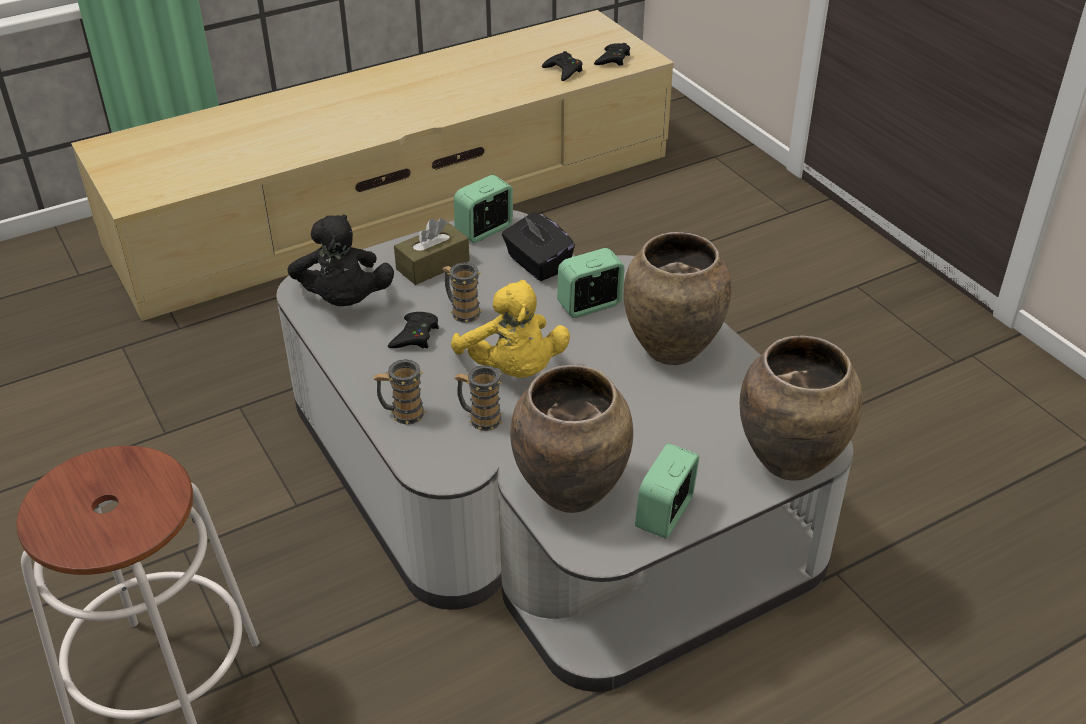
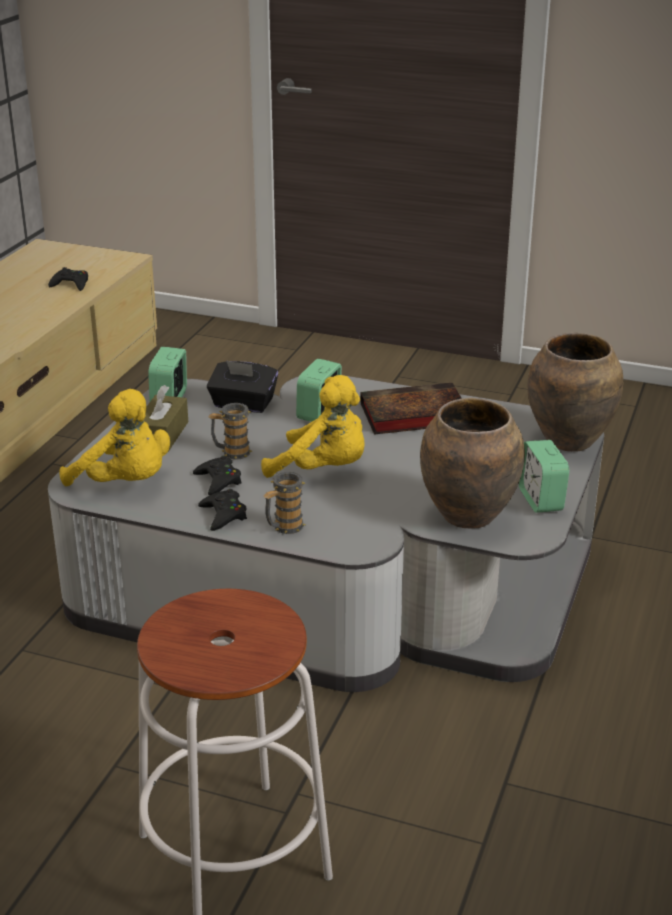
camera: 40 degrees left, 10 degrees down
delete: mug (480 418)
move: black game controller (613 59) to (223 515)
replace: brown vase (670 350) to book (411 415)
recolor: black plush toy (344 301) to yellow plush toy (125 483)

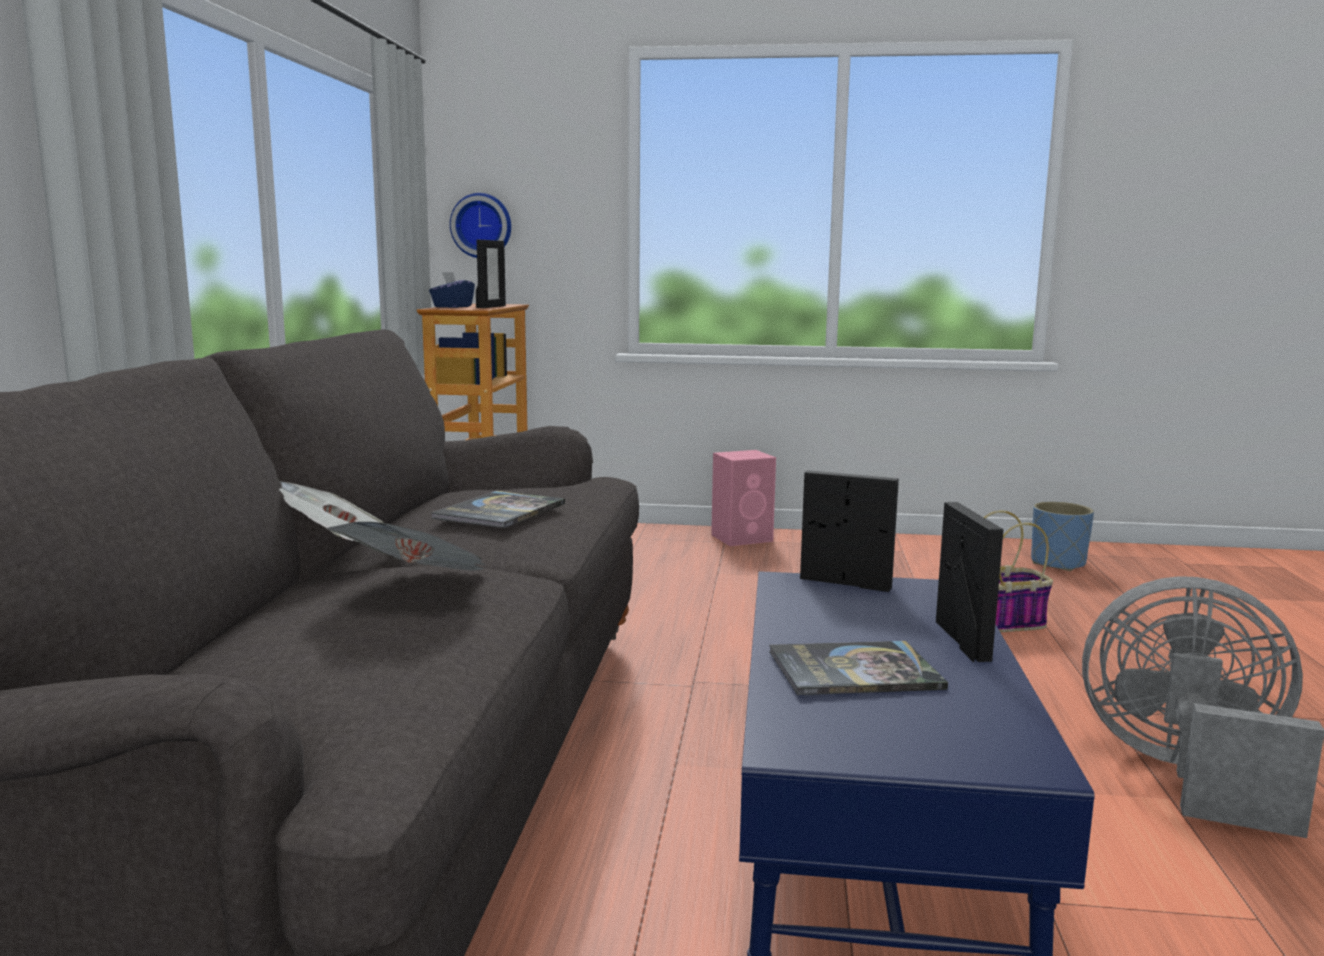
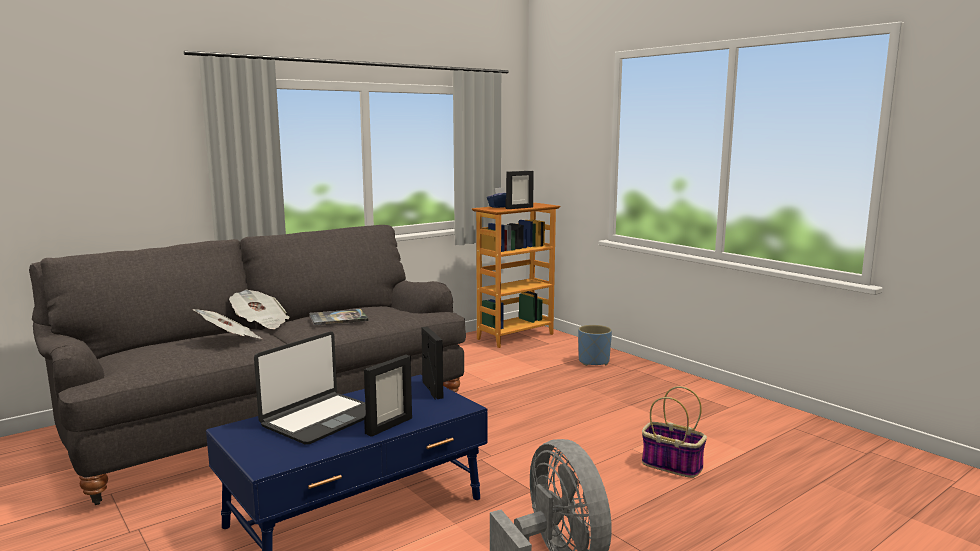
camera: 45 degrees right, 0 degrees up
delete: wall clock (482 226); pink speaker (743 538)
move: blue planter (1058 563) to (593 362)
replace: book (854 670) to laptop (320 419)

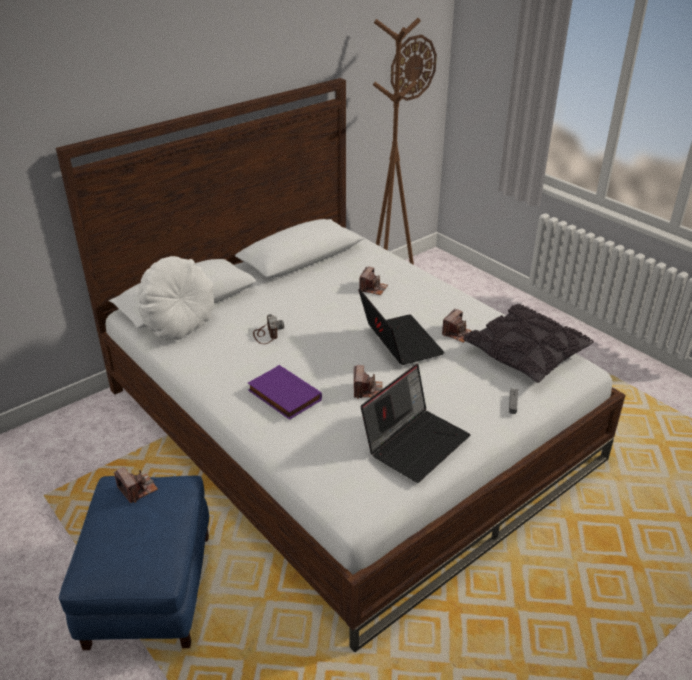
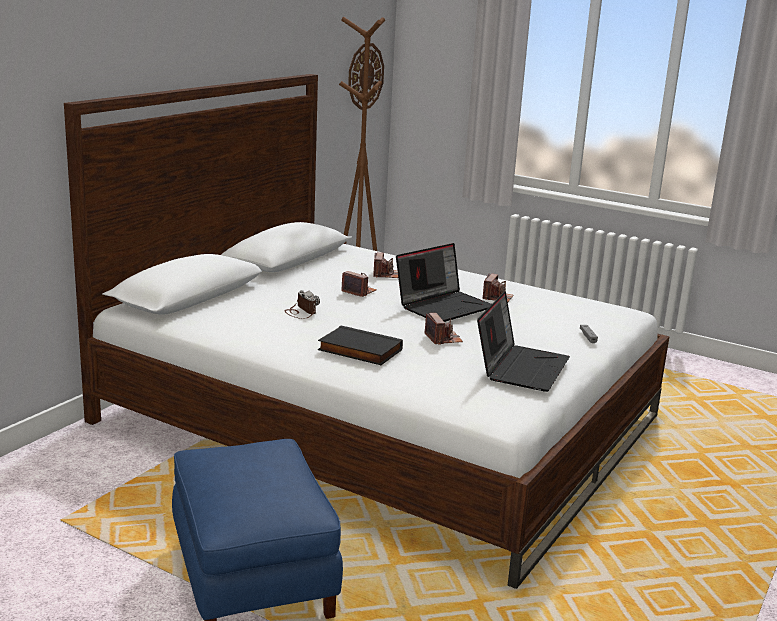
camera: 20 degrees left, 15 degrees down
delete: white pillow (181 328); black pillow (525 353)
move: photo camera (137 489) to (359 292)
recolor: purple book (283 396) to black book (358 350)
rotate: laptop (398 341) = (444 306) 90 degrees clockwise

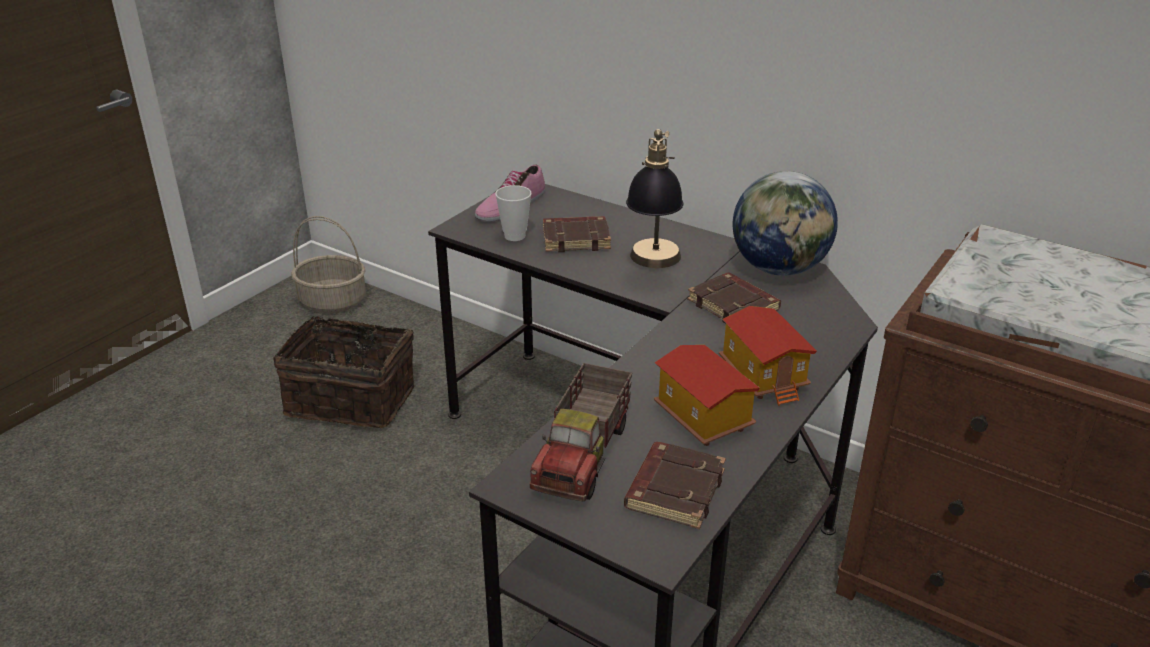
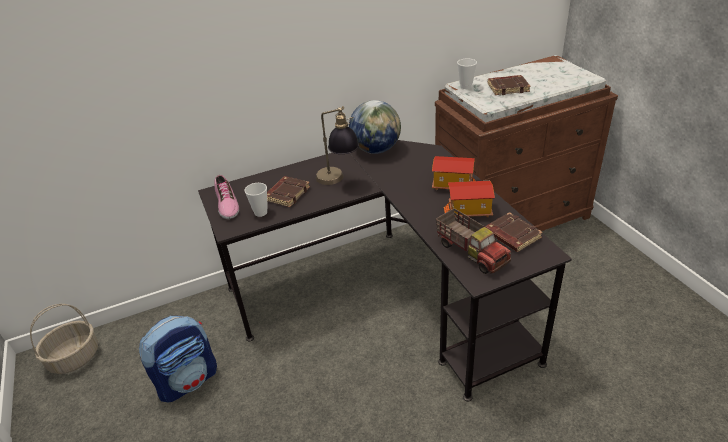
camera: 55 degrees left, 5 degrees up
insert: cup (465 86)
move: brown book (734 306) to (508 88)
replace: basket (352 398) to backpack (188 380)

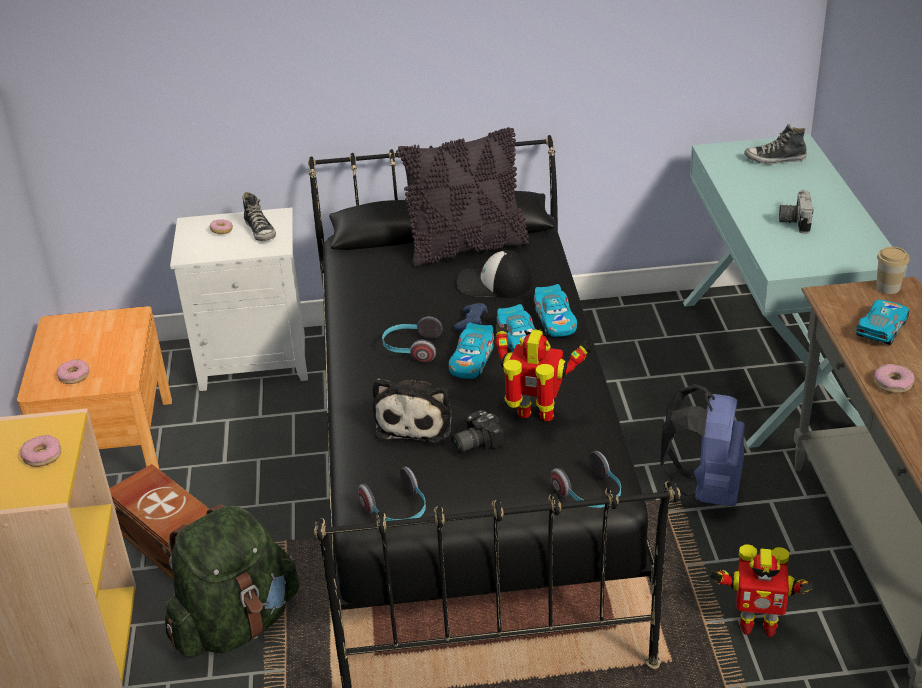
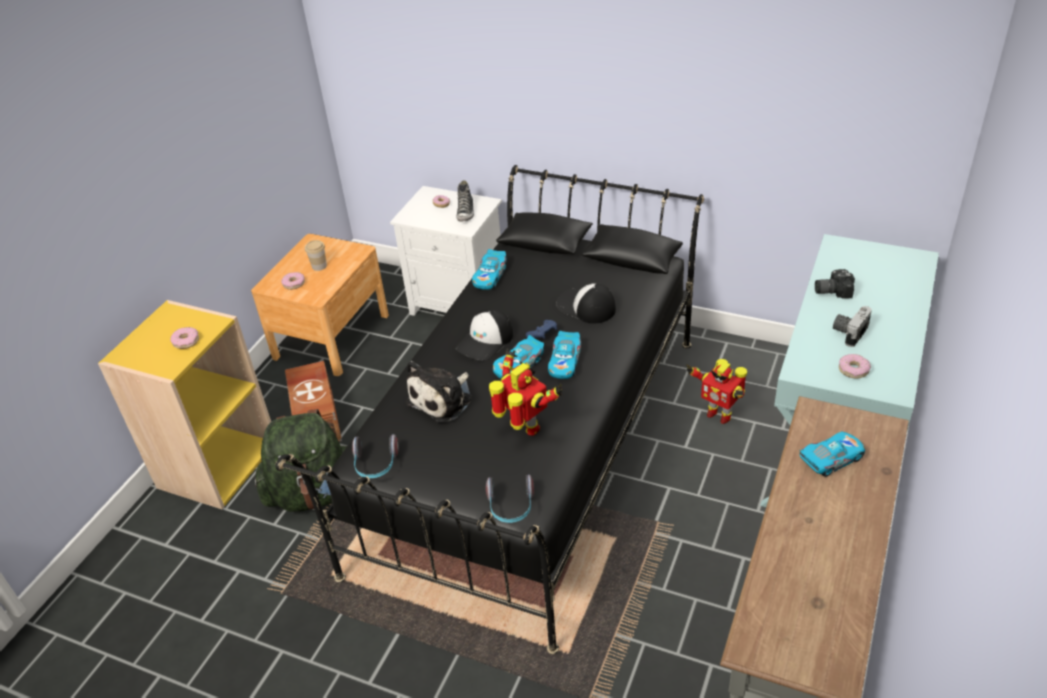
camera: 30 degrees right, 5 degrees up
delete: black pillow (466 247); blue backpack (705 489); shoe (775 159)
move: photo camera (474 442) to (831 290); toy car (555 320) to (490 276); toy robot (756 625) to (719 414); donut (893 383) to (853 370); cup (888 287) to (319 266)
replace: headphones (411 349) to cap (485 341)

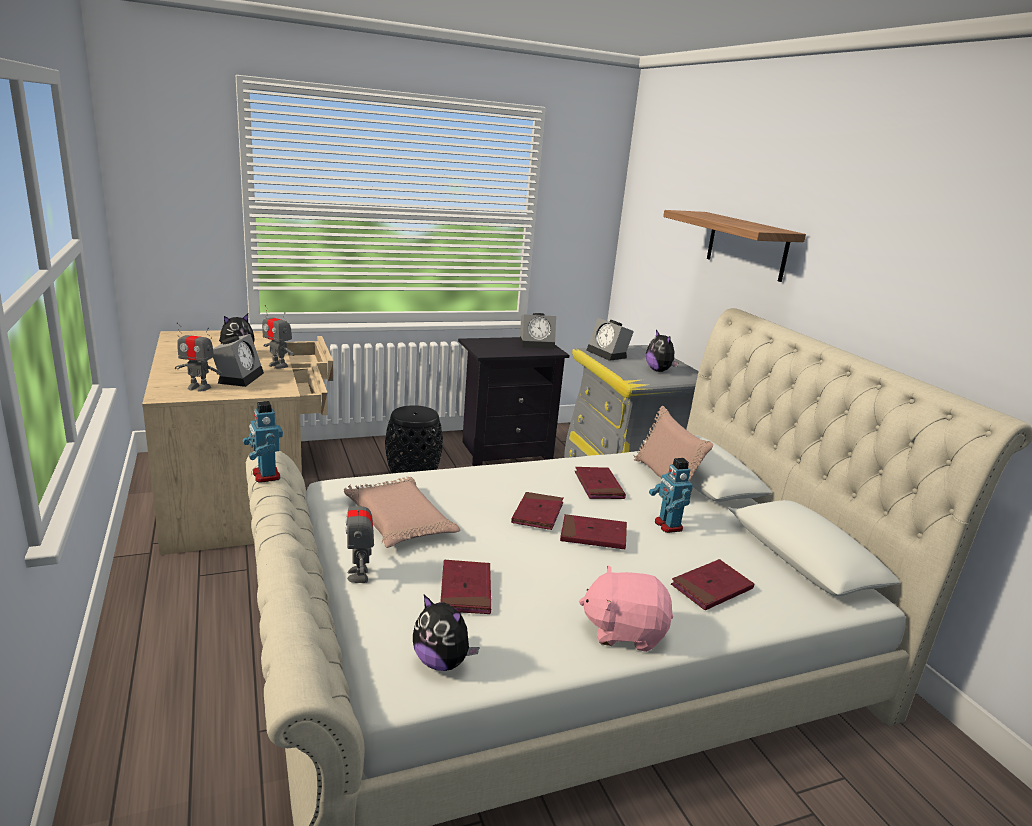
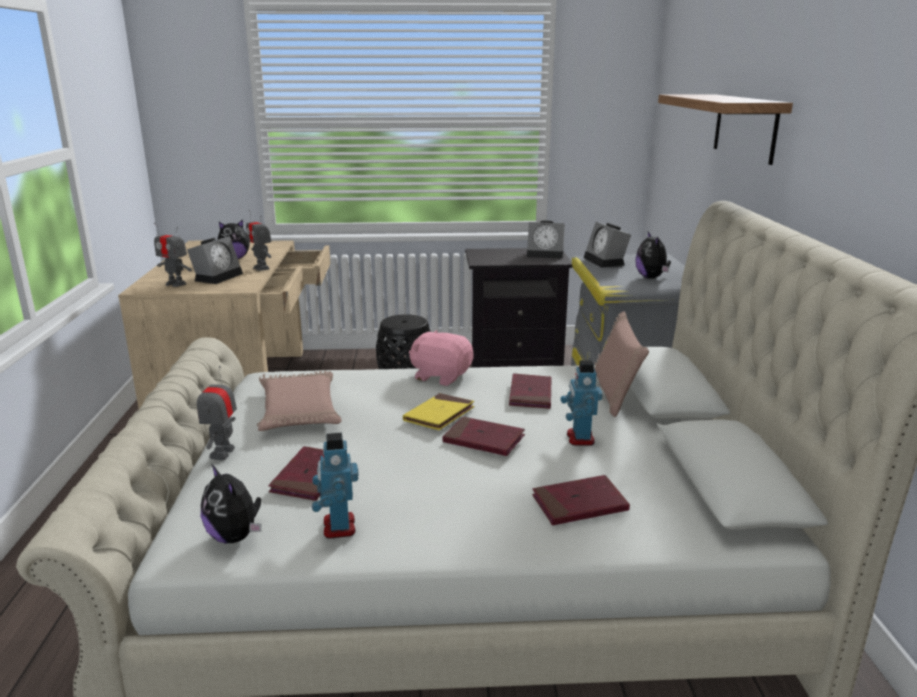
camera: 20 degrees right, 0 degrees up
move: toy robot (265 476) to (338 527); pink plush toy (624 631) to (441 376)
recolor: red book (537 514) to yellow book (439 415)

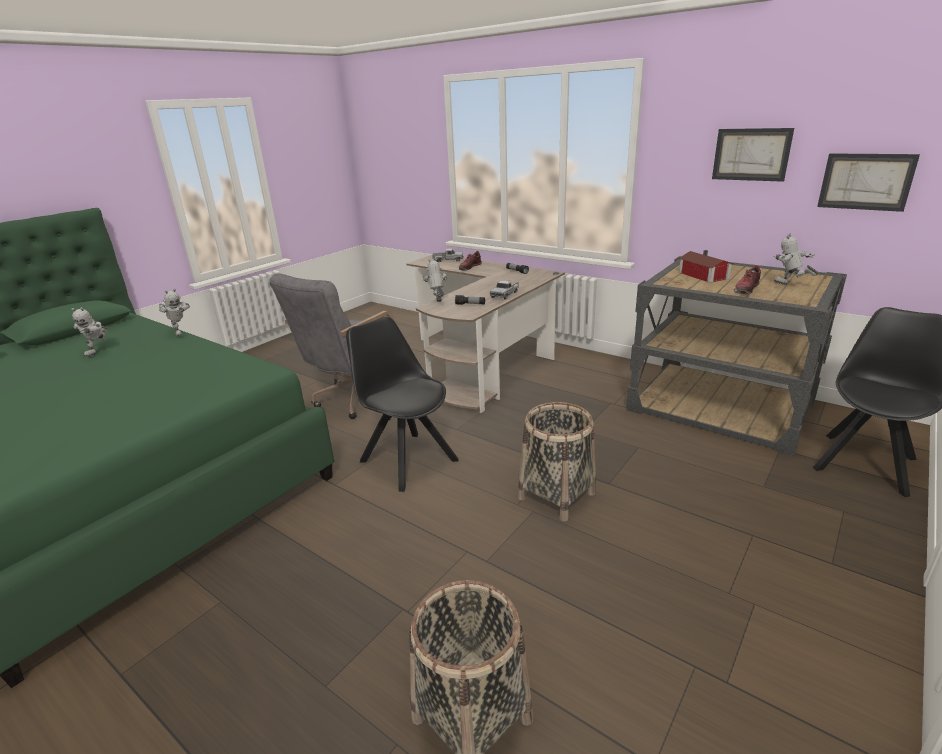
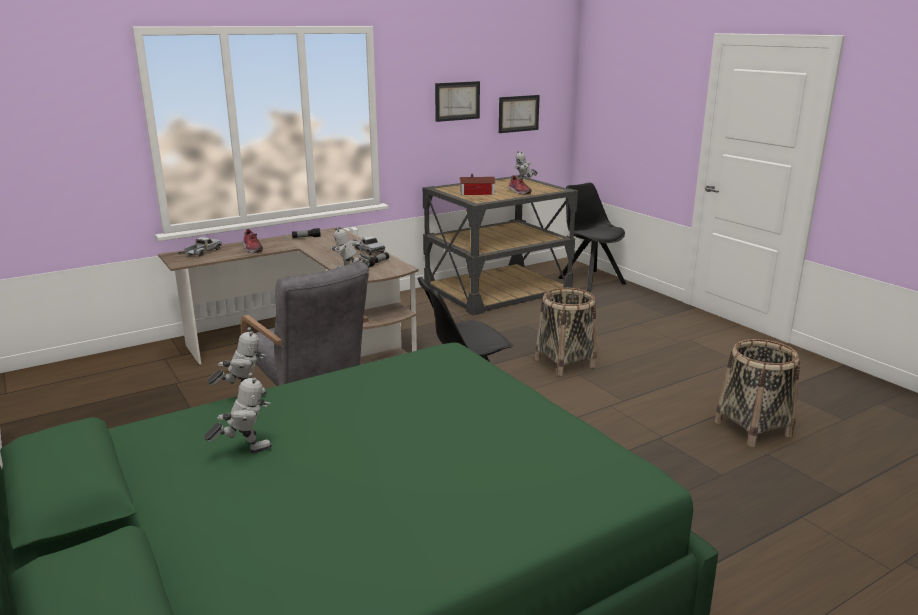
camera: 70 degrees left, 5 degrees down
rotate: toy robot (100 351) = (244 451) 45 degrees counterclockwise

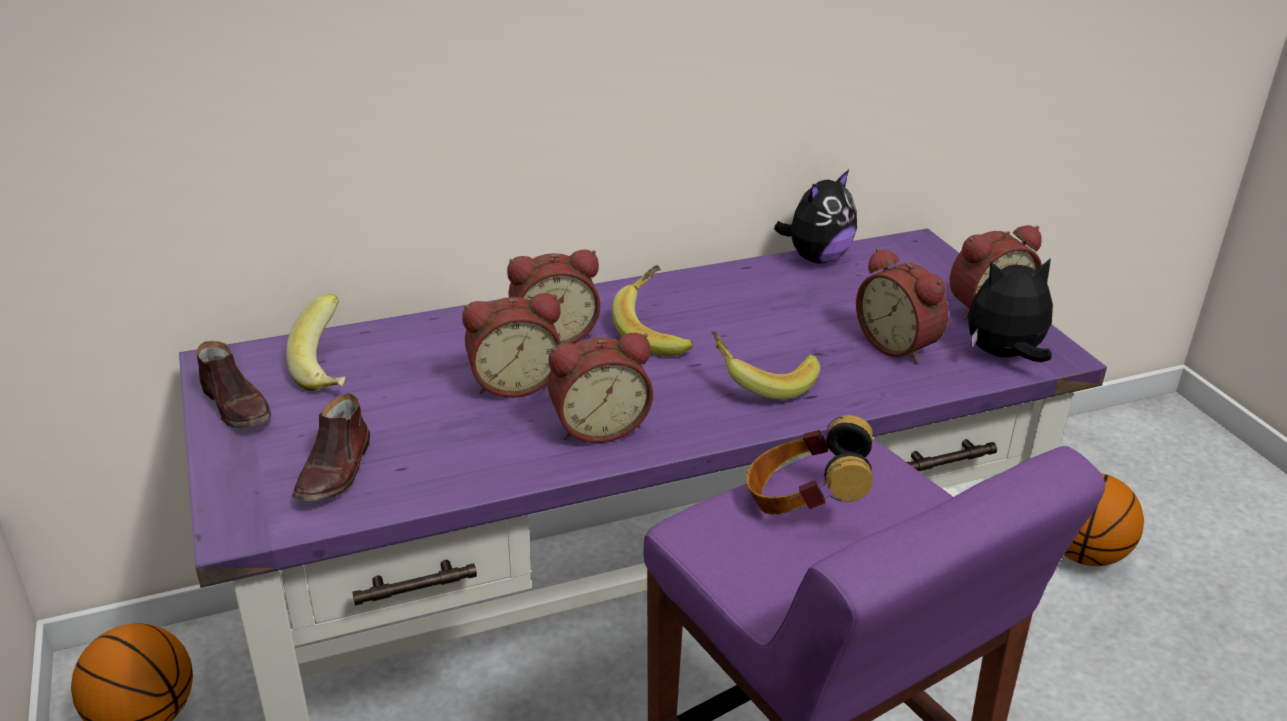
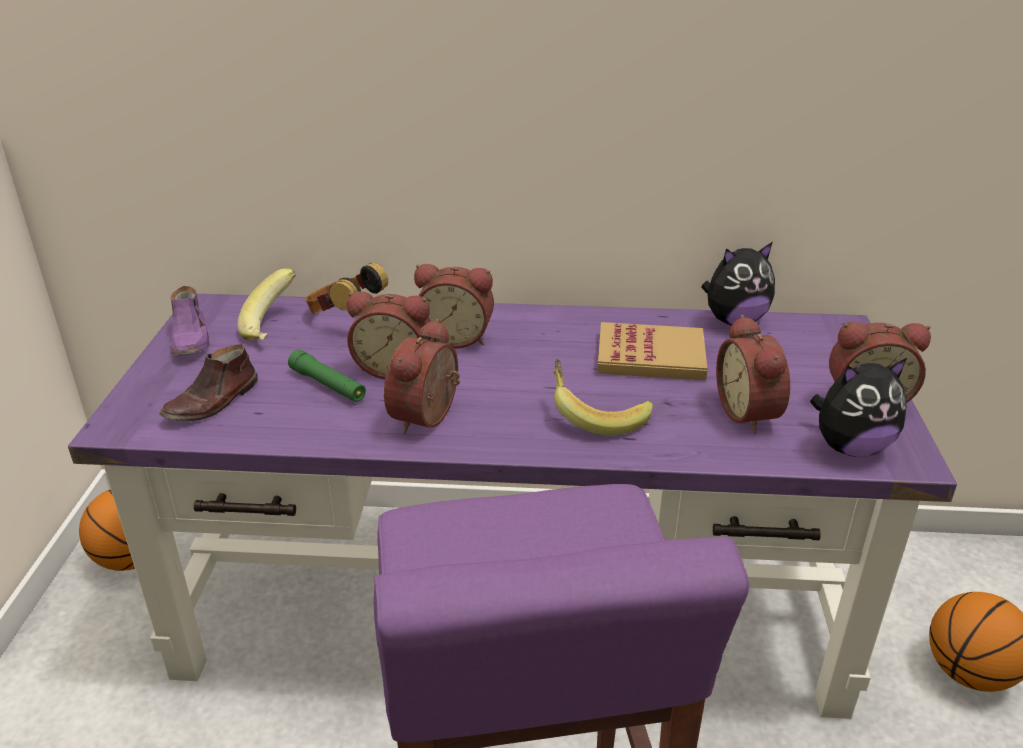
camera: 25 degrees right, 0 degrees up
delete: banana (657 332)
insert: green flashlight (328 385); book (650 356)
move: headphones (804 504) to (345 316)
recolor: brown shoe (237 406) to purple shoe (191 339)
rotate: alarm clock (598 426) = (429 418) 105 degrees clockwise; plush toy (1004 356) = (850 447) 150 degrees clockwise

